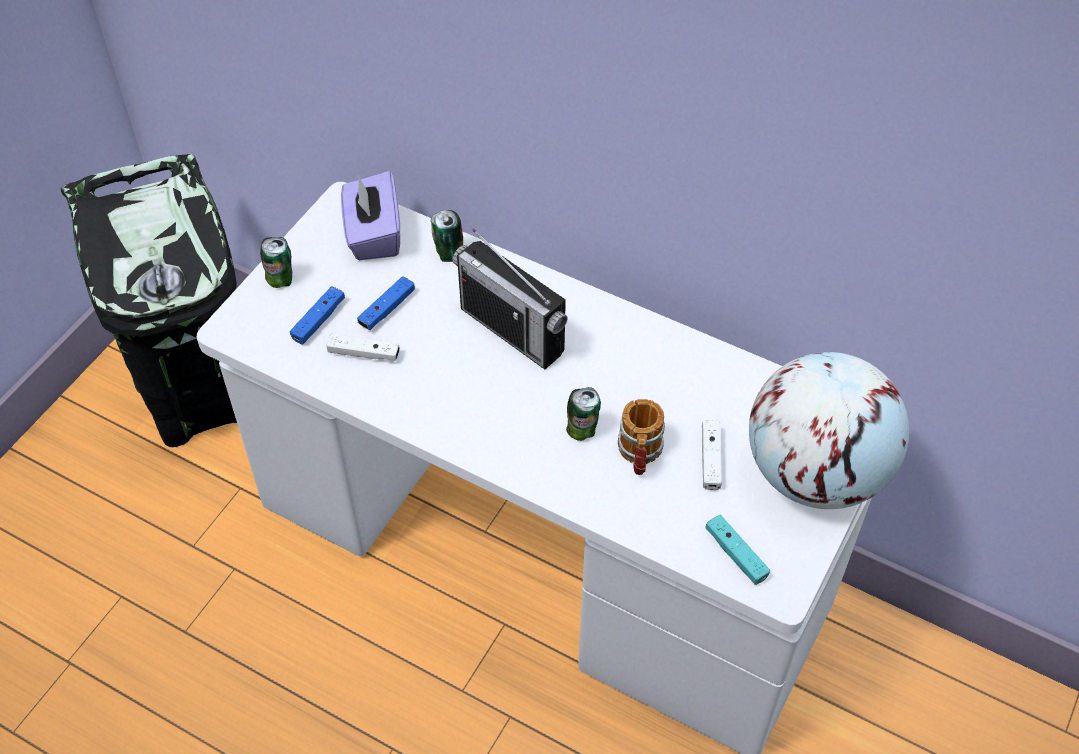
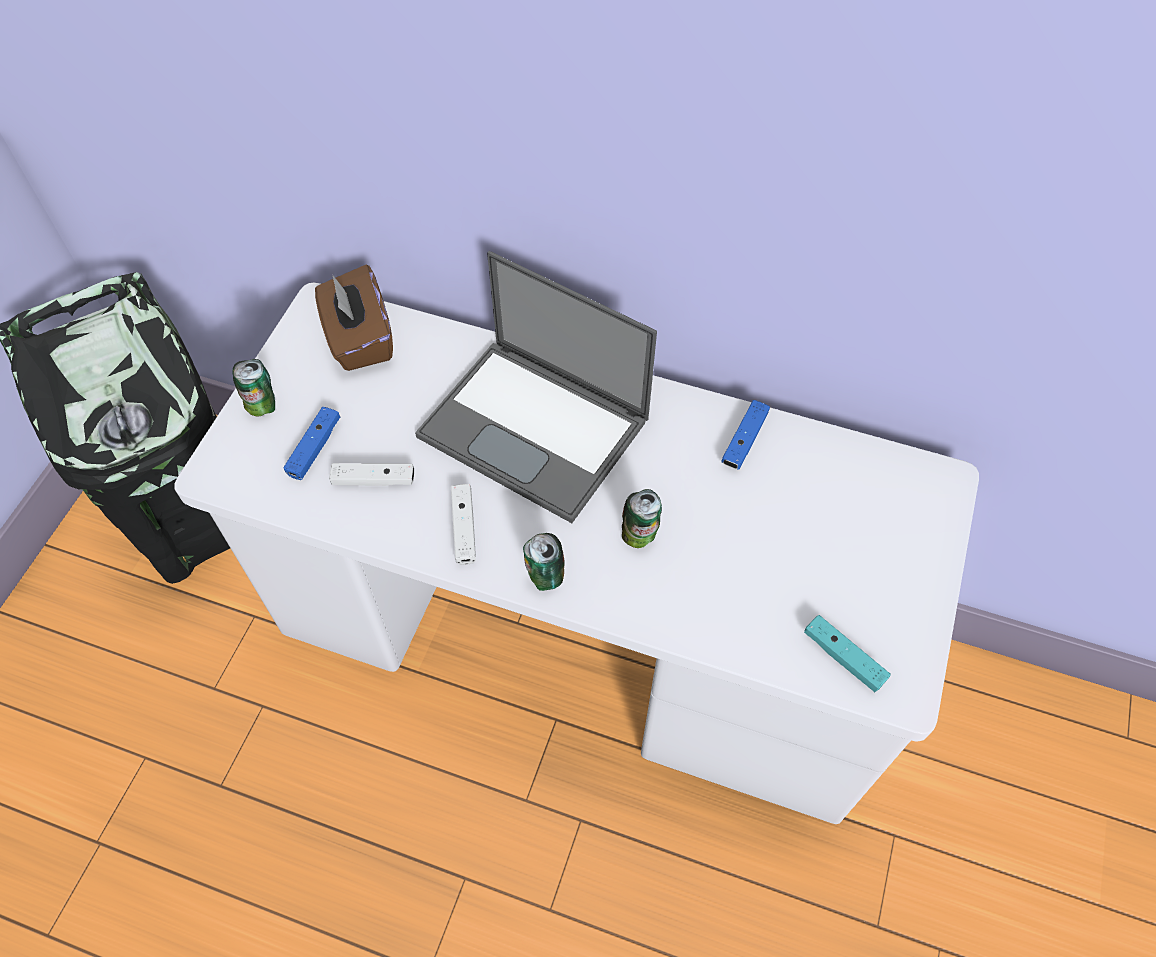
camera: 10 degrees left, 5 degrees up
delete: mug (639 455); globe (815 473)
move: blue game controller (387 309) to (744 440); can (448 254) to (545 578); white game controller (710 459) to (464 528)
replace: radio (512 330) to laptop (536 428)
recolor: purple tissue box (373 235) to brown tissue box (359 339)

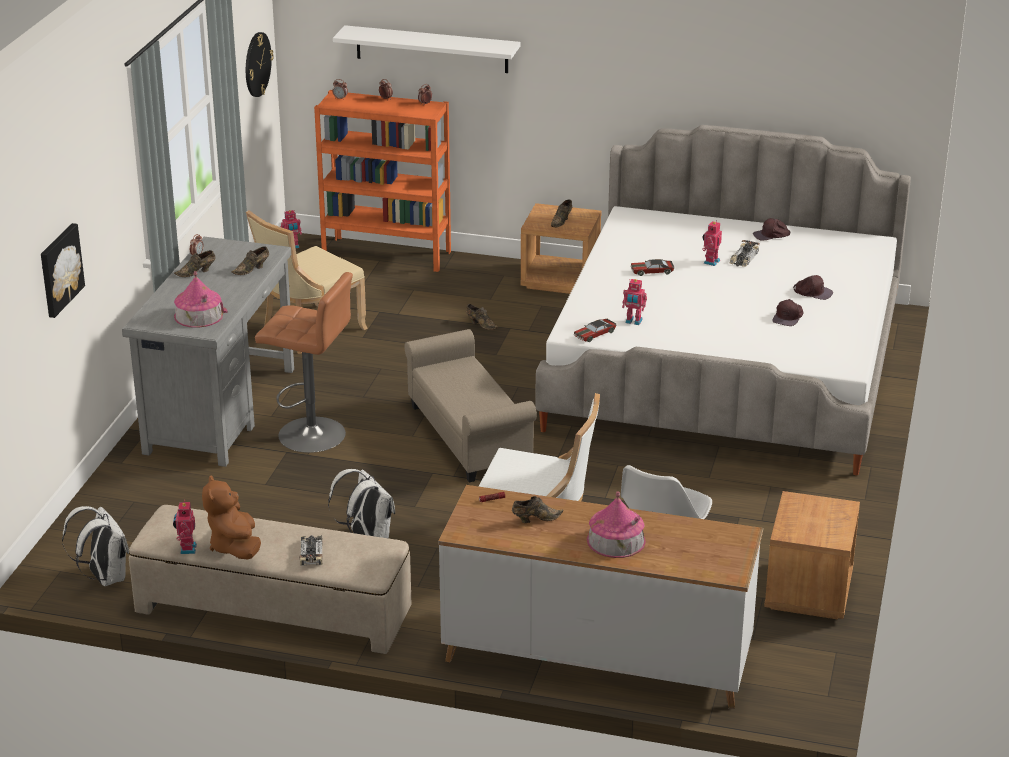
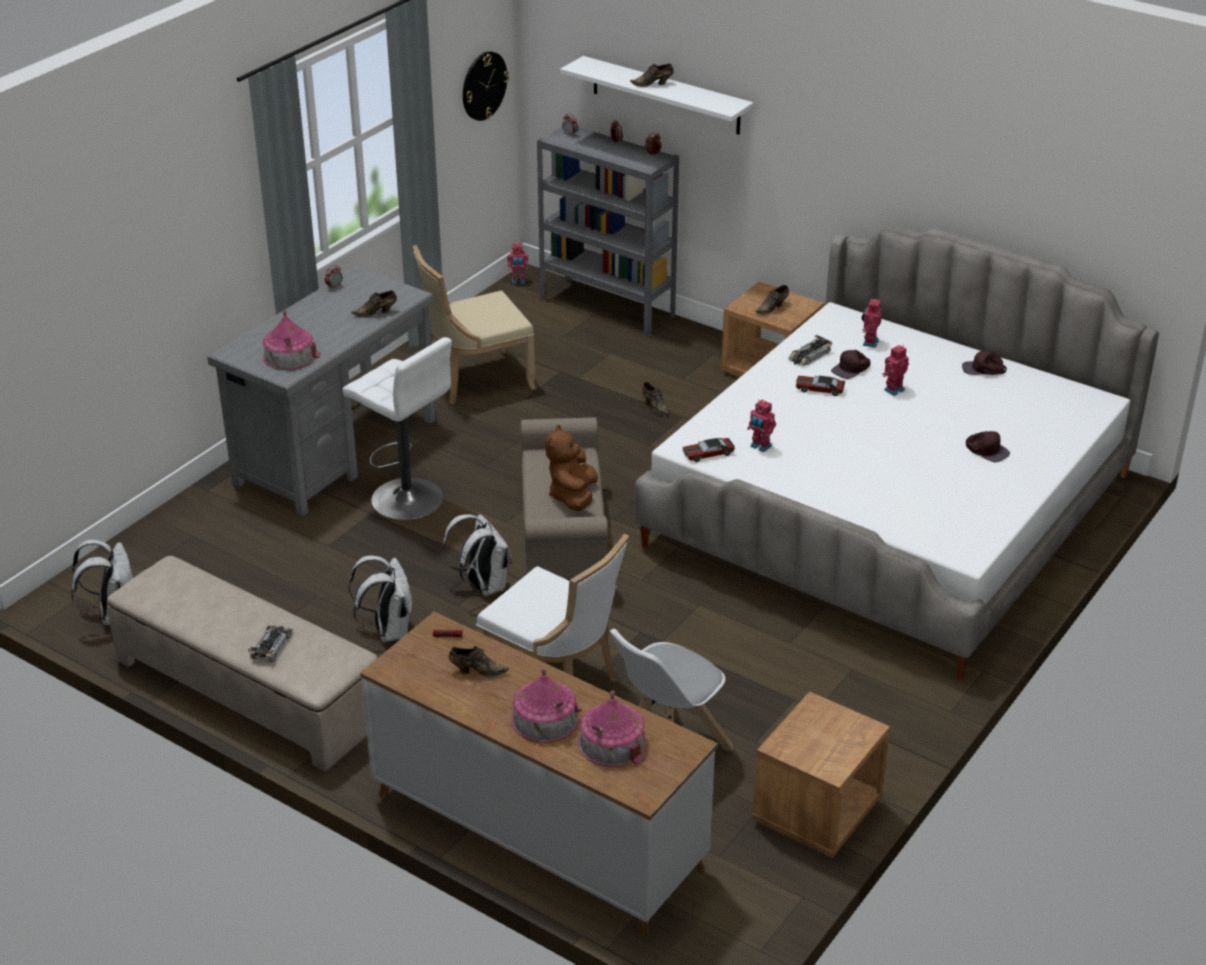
camera: 20 degrees right, 5 degrees up
delete: picture (59 269)
insert: white backpack (483 586); toy house (612 742)
move: toy robot (186 549) to (869 342); brown shoe (197 272) to (653 84); brown plush toy (235 547) to (573 496); toy car (743 258) to (809 356); brown cap (788 317) to (851 369)
recolor: brown stool (312 435) to white stool (407 500); orange bookcase (386 254) to grey bookcase (607 307)

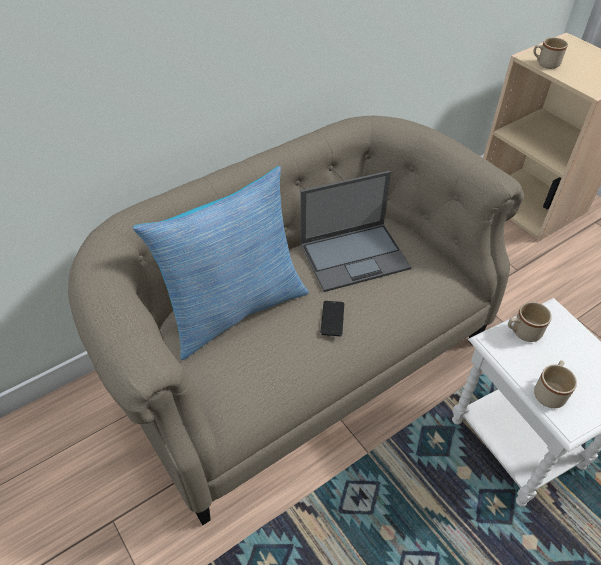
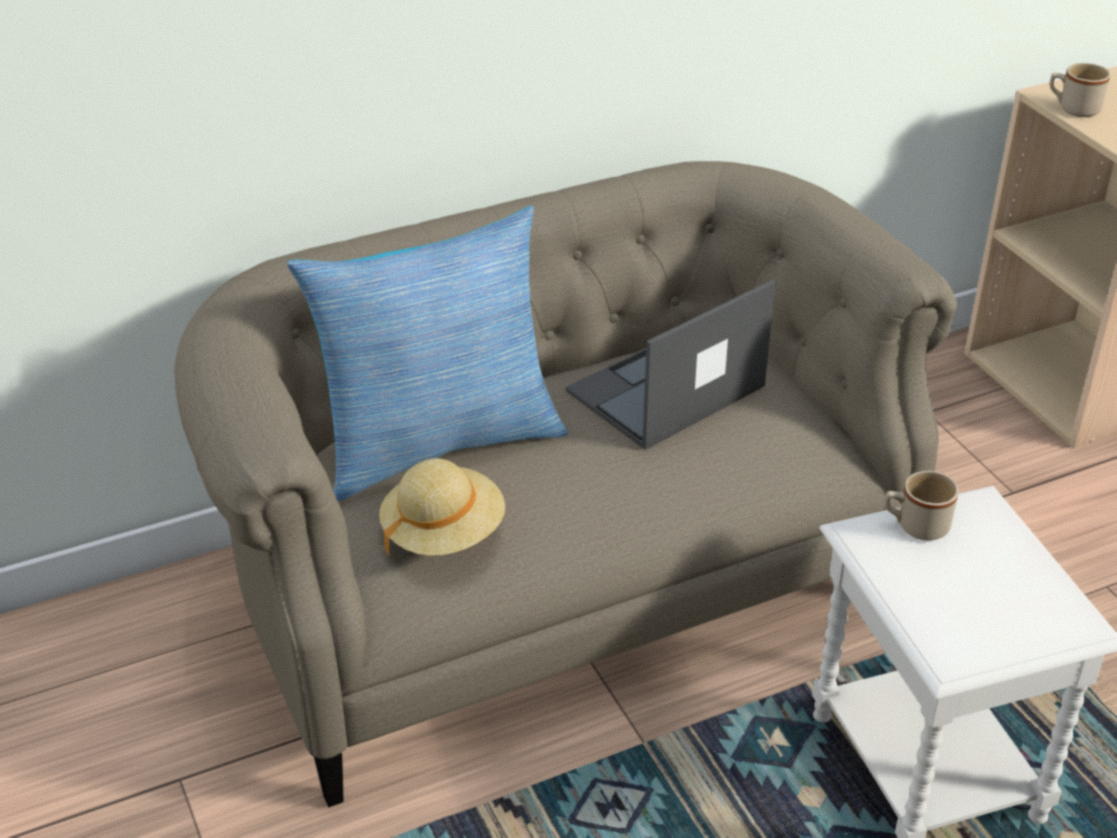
camera: 10 degrees right, 10 degrees down
delete: phone (332 318); beige mug (550 392)
insert: beige hat (443 533)
rotate: laptop (355 256) = (664 390) 150 degrees clockwise

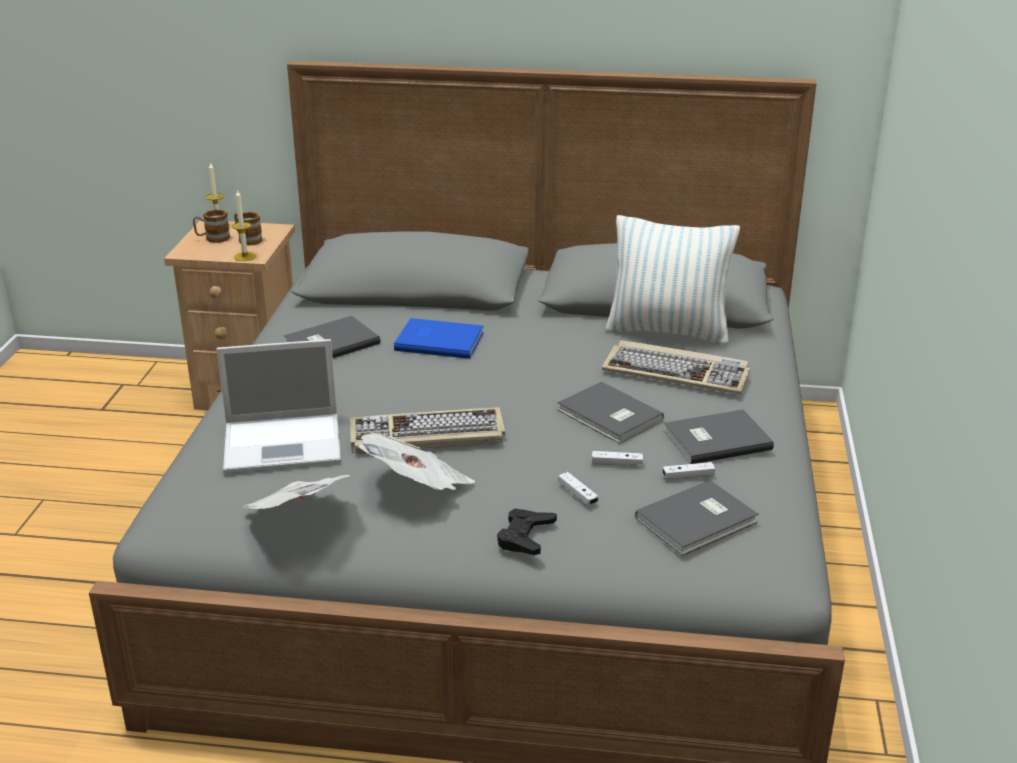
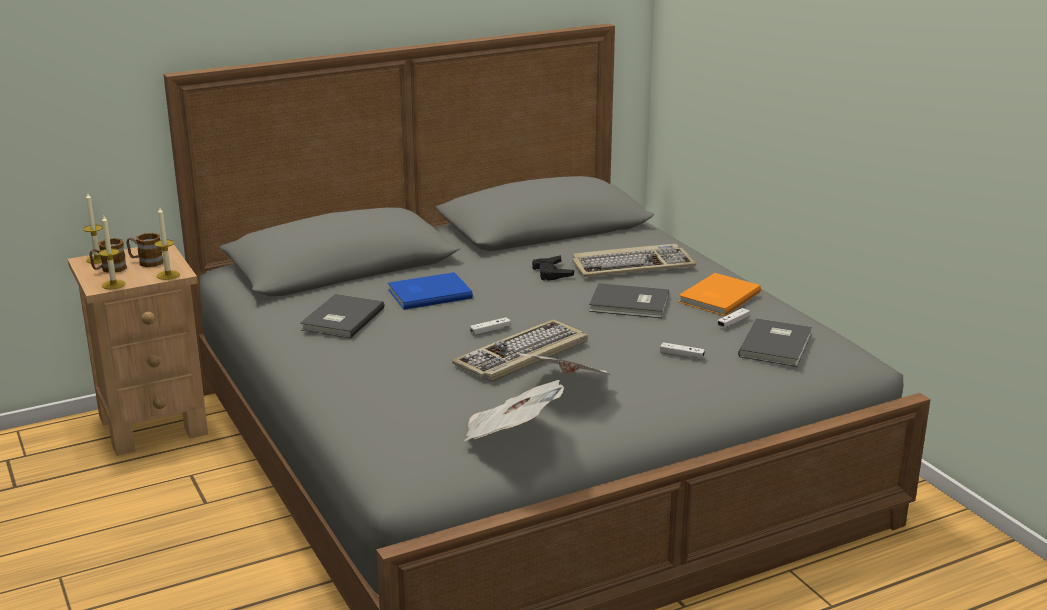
camera: 35 degrees left, 5 degrees down
delete: laptop (285 443); pillow (668 331)
insert: candle (113 284)
move: black game controller (525 536) to (551 272); white game controller (617 464) to (490 331)
recolor: grey book (715 439) to orange book (717 297)

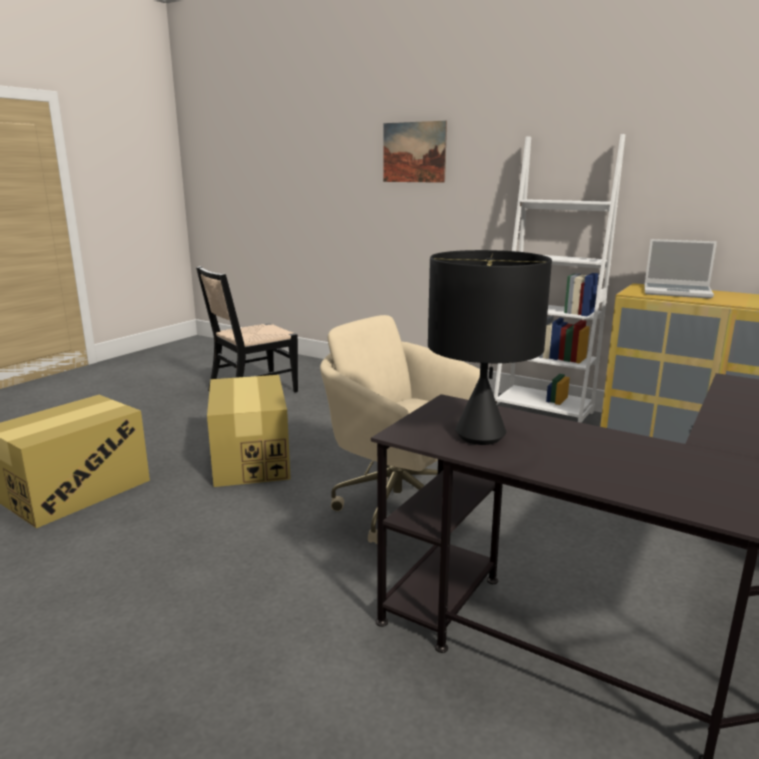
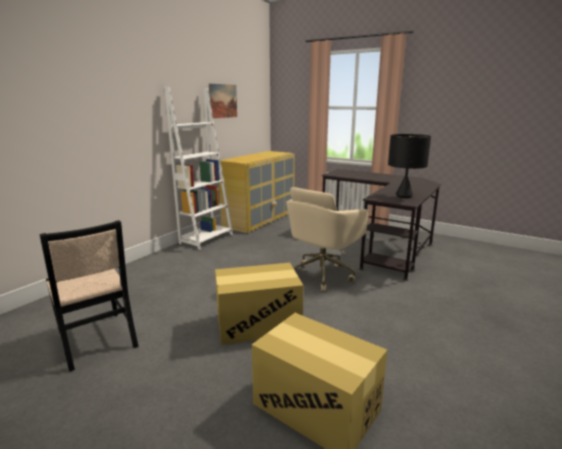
camera: 90 degrees left, 0 degrees up
delete: laptop (677 292)
move: picture (414 152) to (223 101)

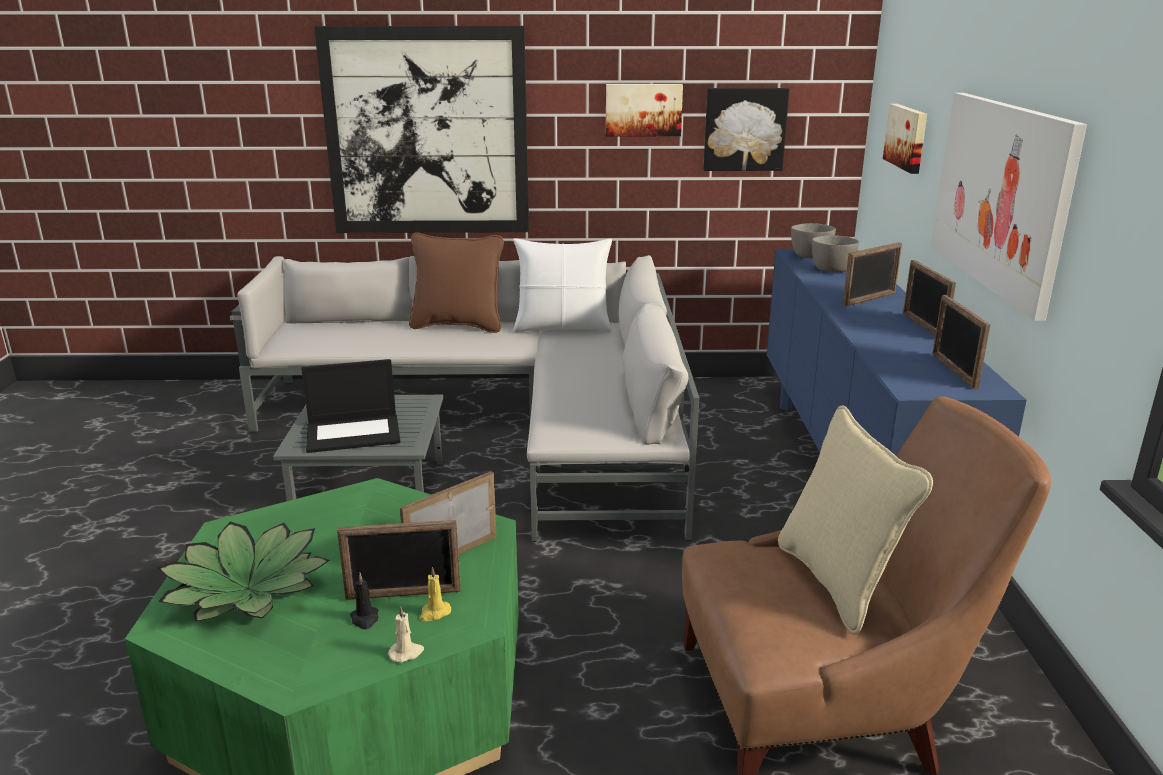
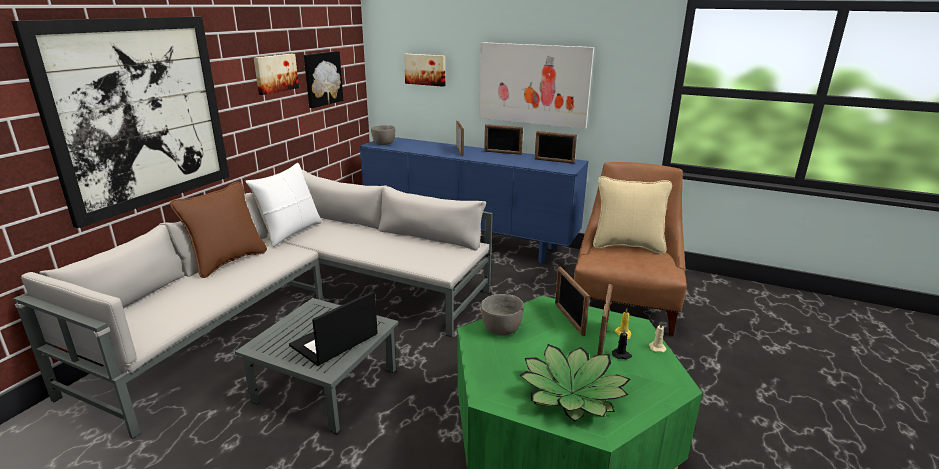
camera: 65 degrees left, 0 degrees up
move: grey bowl (831 270) to (500 329)
rotate: laptop (354 433) = (334 341) 150 degrees counterclockwise

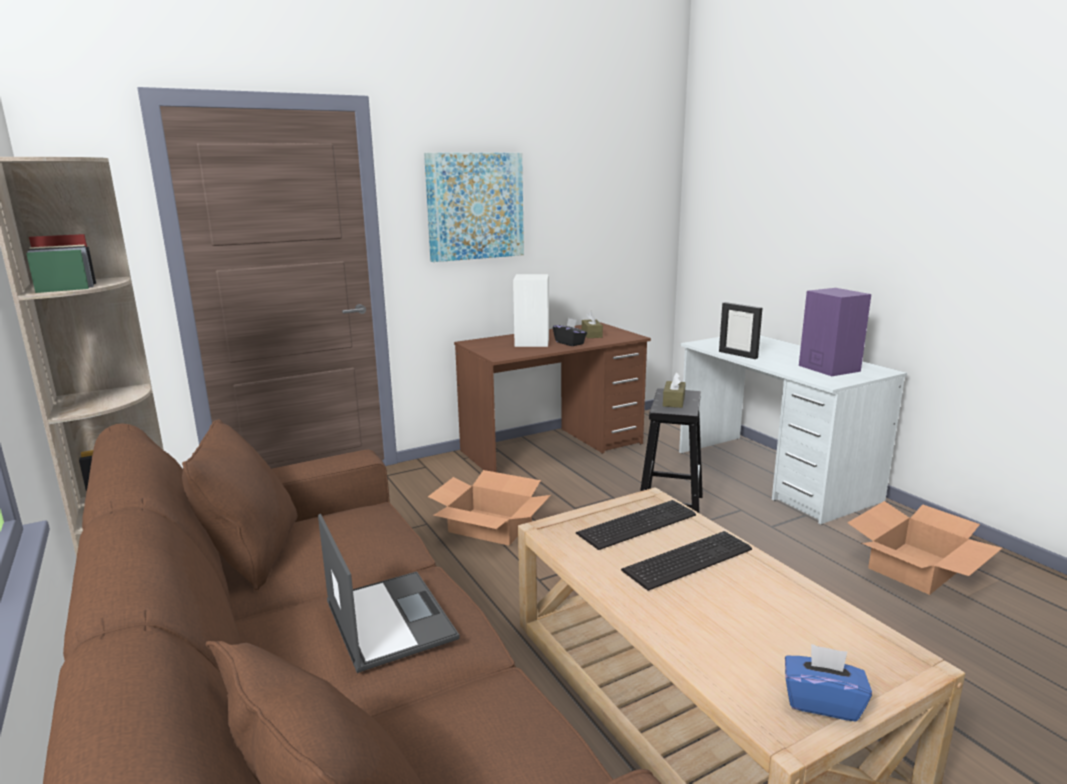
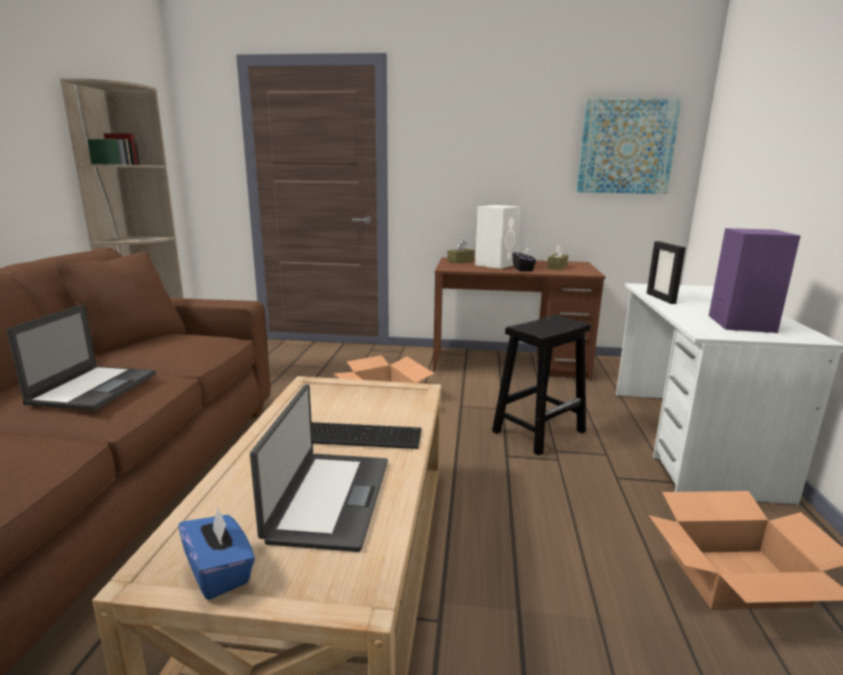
camera: 35 degrees right, 0 degrees up
delete: keyboard (634 523)
insert: laptop (328 498)
move: picture (475 206) to (626 147); brown tissue box (673 401) to (460 261)

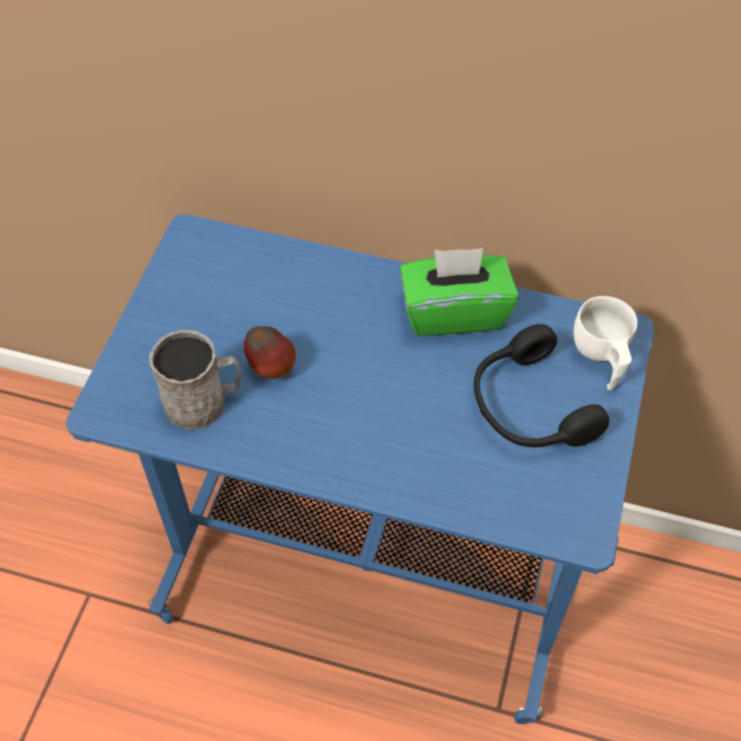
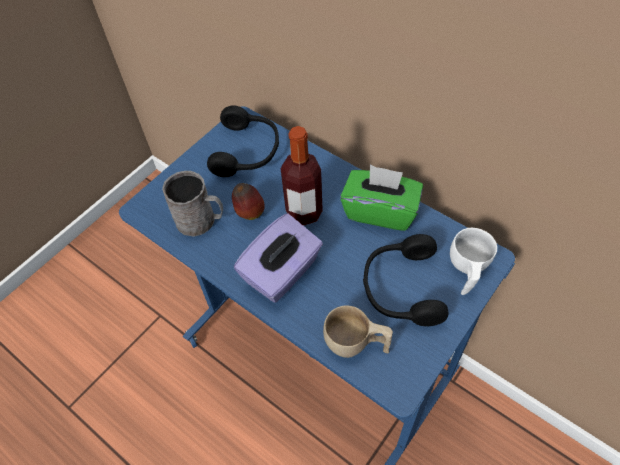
camera: 25 degrees right, 0 degrees up
insert: black headphones (248 151); purple tissue box (282 273); bottle (304 212); beige cup (356 344)

